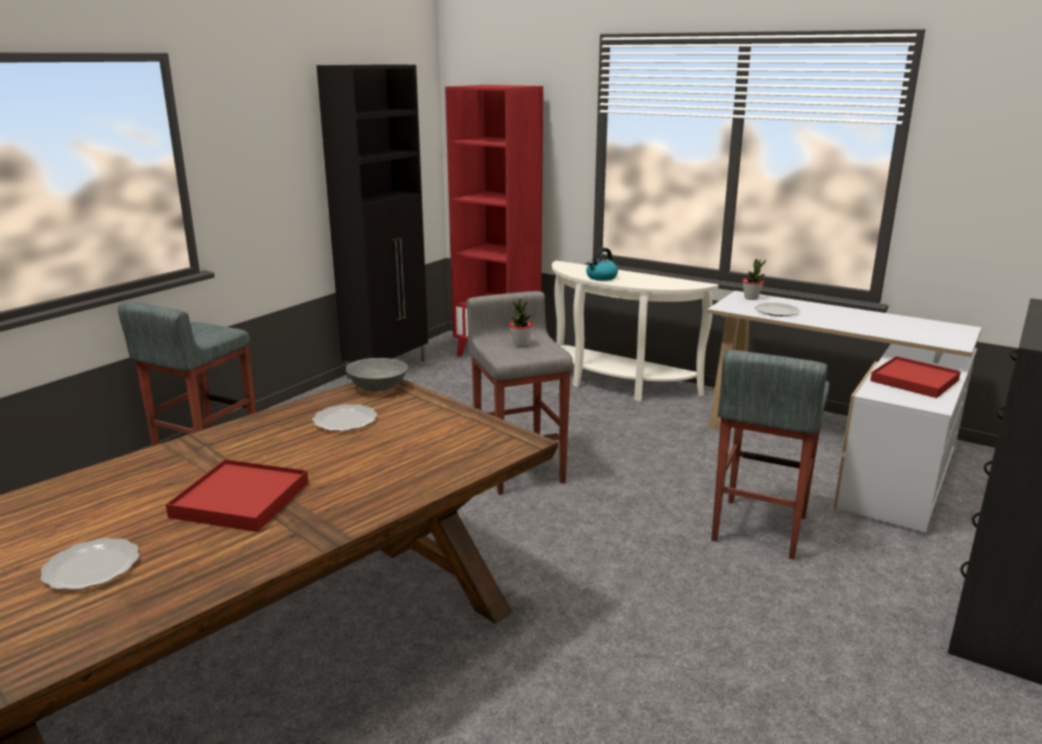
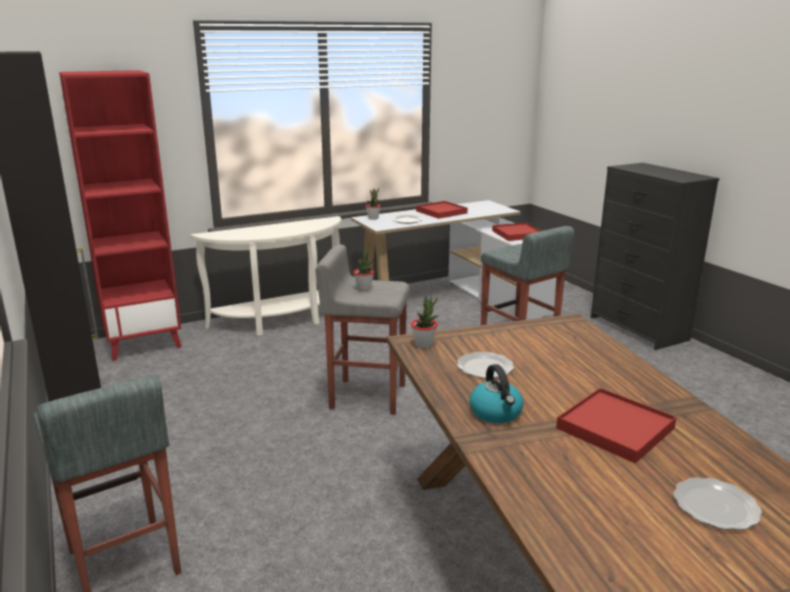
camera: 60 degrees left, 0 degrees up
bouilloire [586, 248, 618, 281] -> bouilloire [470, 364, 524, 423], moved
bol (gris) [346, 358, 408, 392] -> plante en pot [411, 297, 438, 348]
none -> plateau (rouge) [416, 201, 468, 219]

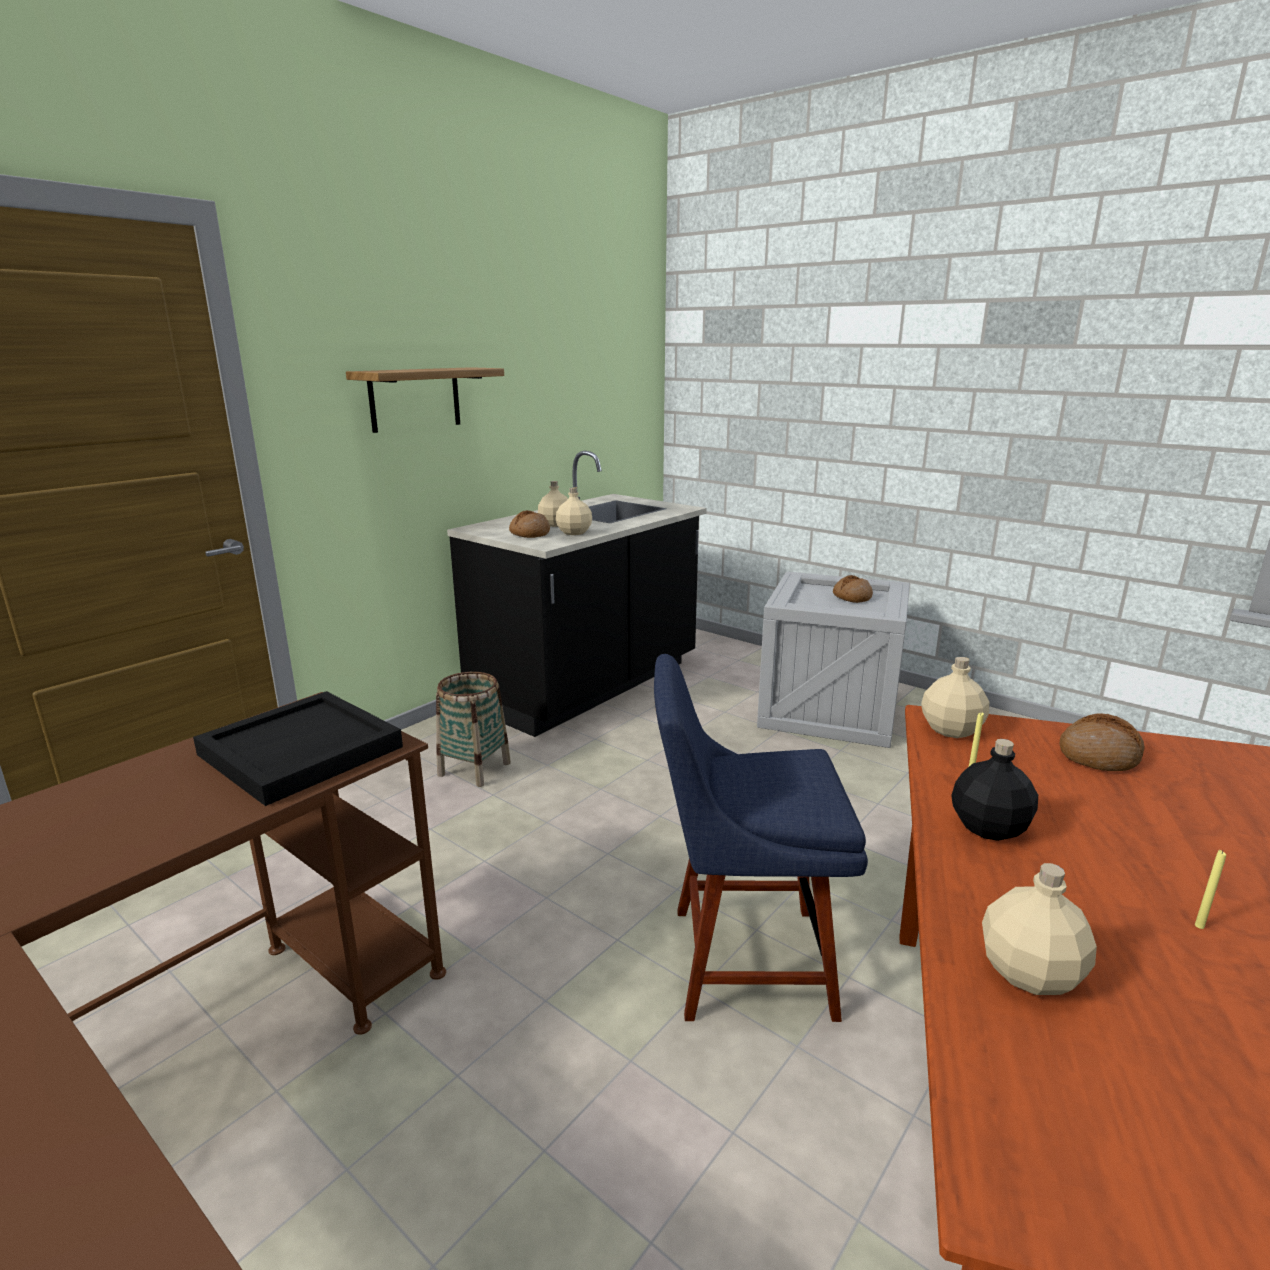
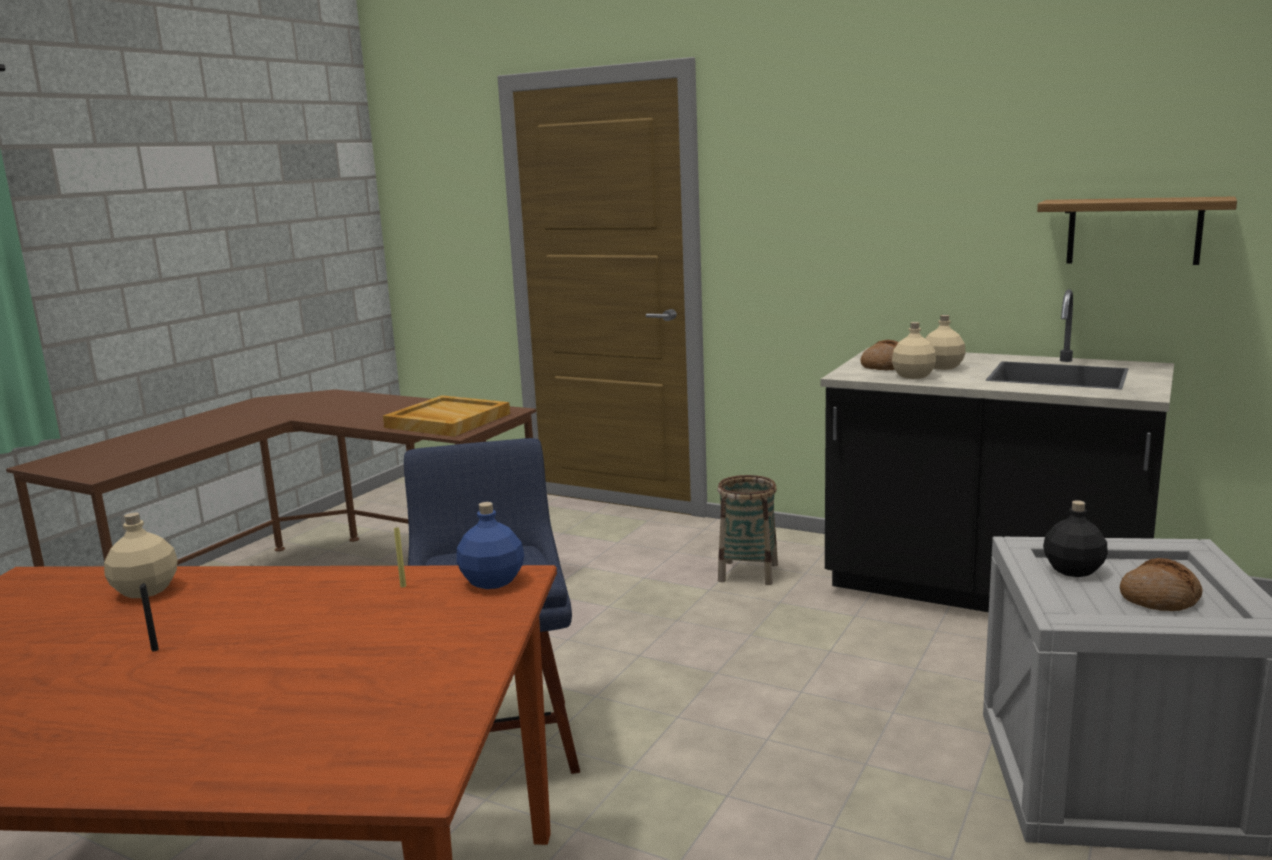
camera: 80 degrees right, 5 degrees down
étagère [346, 367, 504, 433] -> étagère [1037, 196, 1237, 265], moved
bouteille (beige) [921, 657, 989, 738] -> bouteille (bleu) [456, 502, 524, 589]
plateau (noir) [193, 691, 403, 806] -> plateau (beige) [383, 395, 510, 437]
pain [1059, 713, 1145, 771] -> none
bouteille (noir) [951, 739, 1038, 841] -> bouteille (noir) [1043, 500, 1108, 577], moved
bougie (jaune) [1195, 850, 1226, 929] -> bougie (noir) [140, 583, 159, 651]

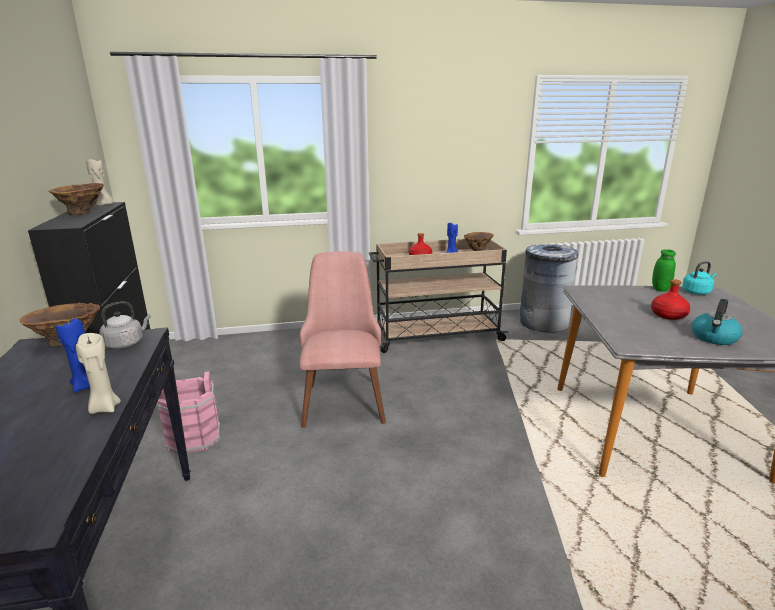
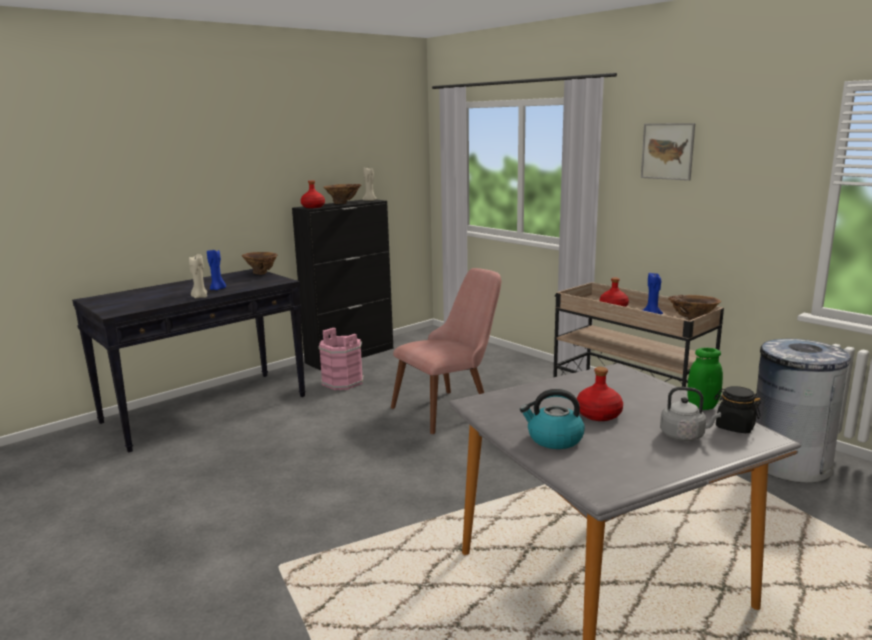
camera: 60 degrees right, 5 degrees down
bouilloire (turquoise) [682, 261, 717, 295] -> bocal (noir) [714, 386, 761, 433]
bouilloire (gris) [99, 301, 151, 349] -> bouilloire (gris) [660, 387, 721, 441], moved
none -> tableau [641, 123, 695, 181]
none -> bouteille (rouge) [301, 181, 325, 208]

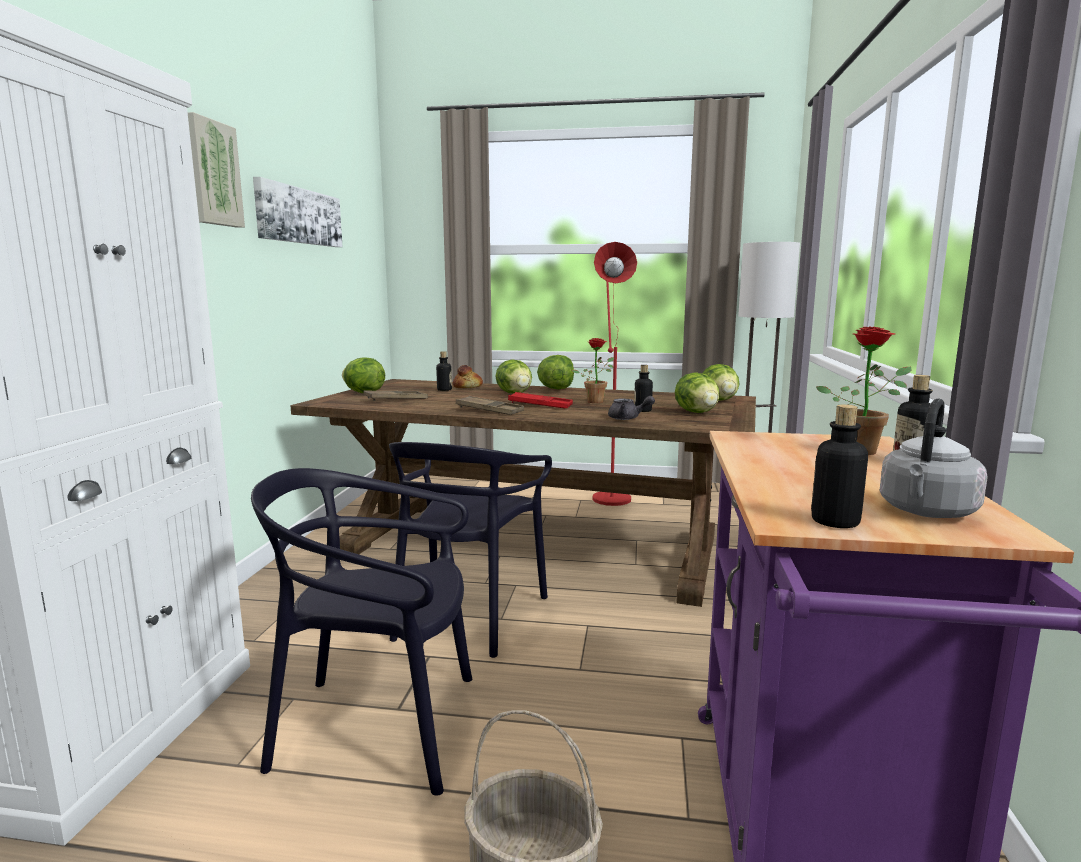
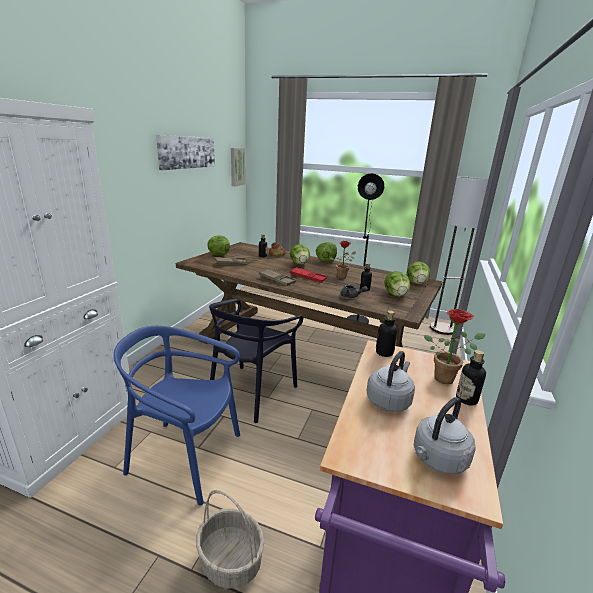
camera: 10 degrees right, 10 degrees up
tableau [188, 112, 245, 227] -> tableau [231, 148, 246, 186], moved
lampadaire (rouge) [592, 242, 637, 506] -> lampadaire (noir) [347, 173, 384, 324]
bouteille [811, 405, 868, 528] -> bouteille [376, 310, 398, 357], moved
chaise (noir) [251, 468, 472, 796] -> chaise (bleu) [114, 326, 240, 506]
none -> bouilloire (gris) [367, 351, 415, 412]

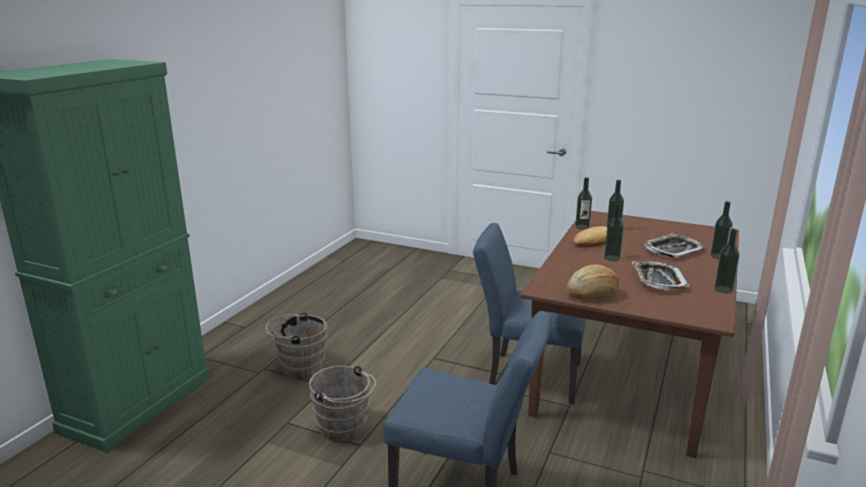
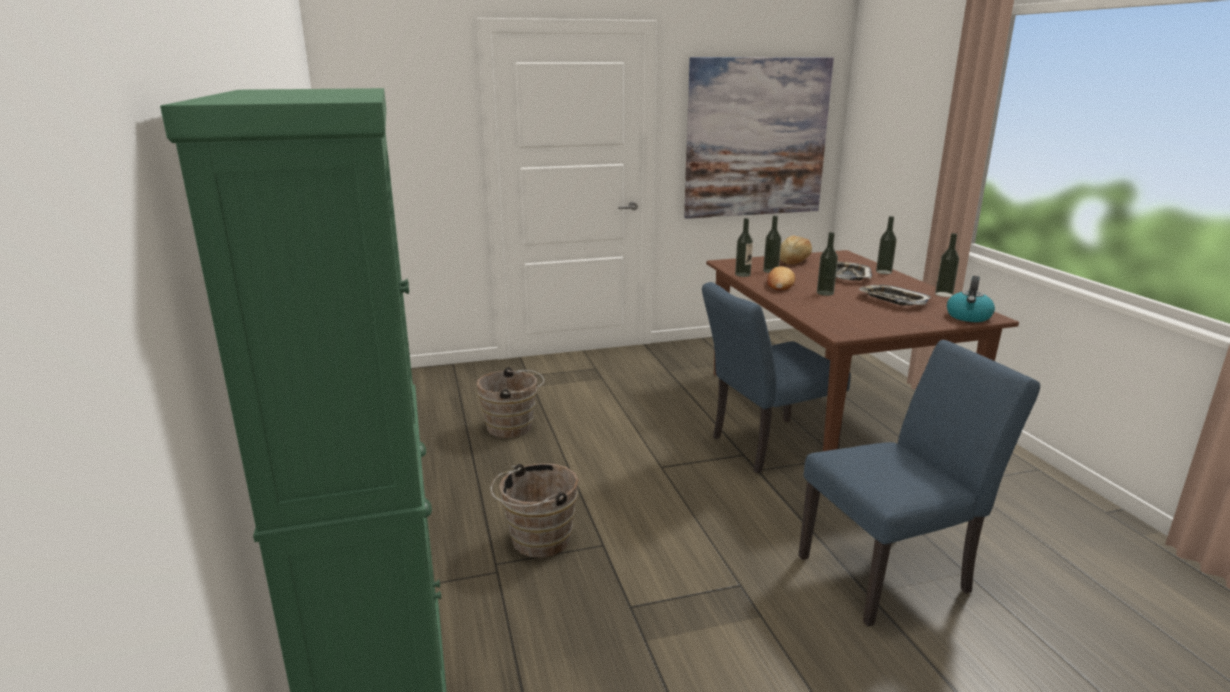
camera: 40 degrees left, 0 degrees up
pain [566, 265, 619, 300] -> pain [780, 236, 812, 264], moved
seau (marron) [309, 365, 376, 442] -> seau (marron) [477, 367, 544, 438], moved
none -> tableau [684, 57, 834, 219]
none -> bouilloire [947, 276, 995, 322]

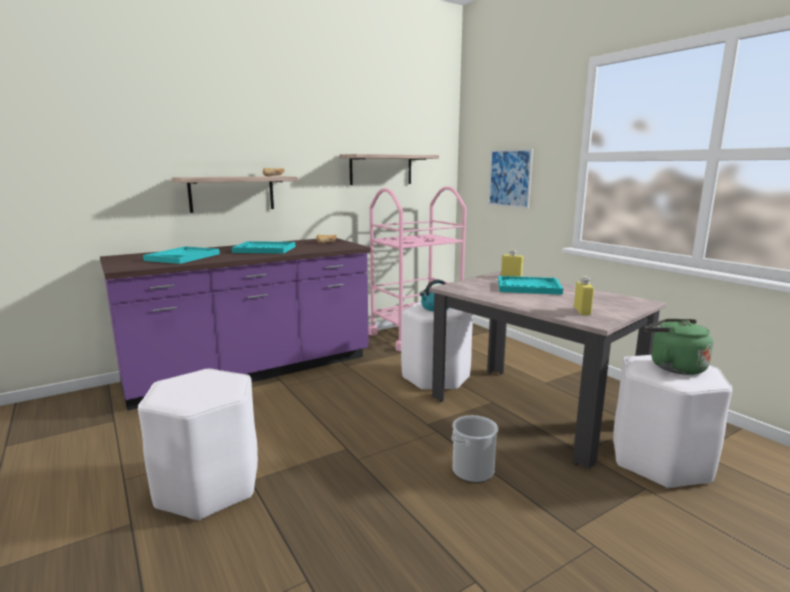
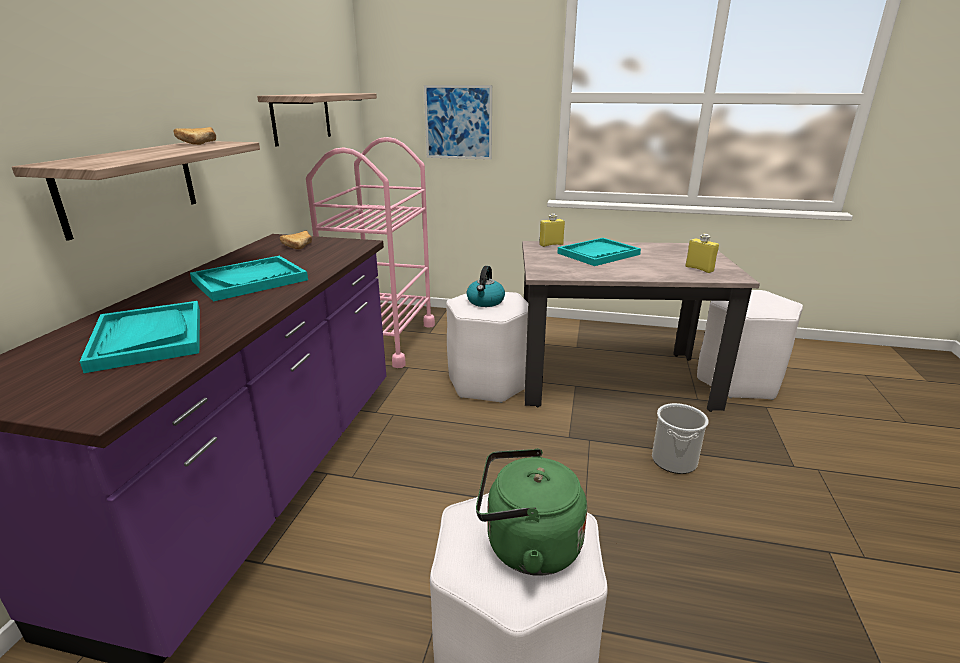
camera: 45 degrees left, 10 degrees up
bouilloire (vert) [645, 319, 713, 375] -> bouilloire (vert) [476, 449, 587, 576], moved

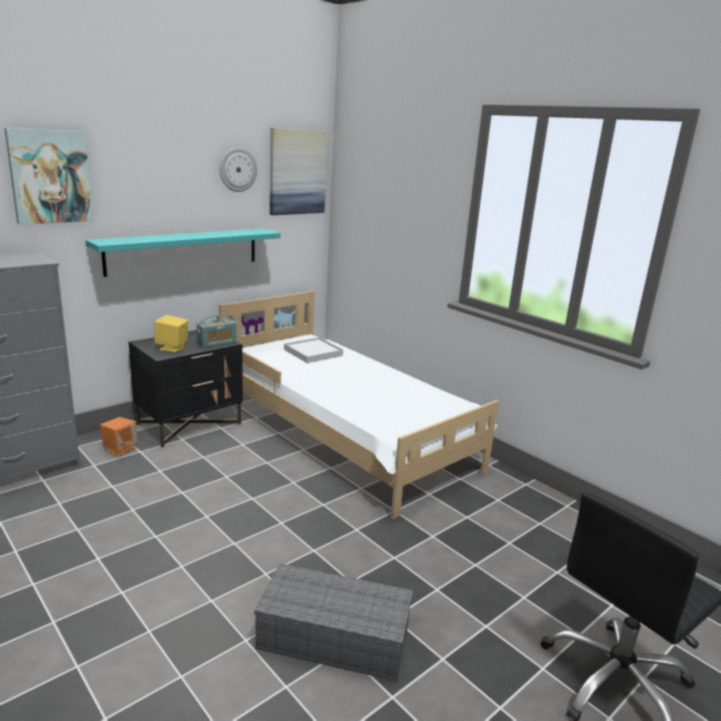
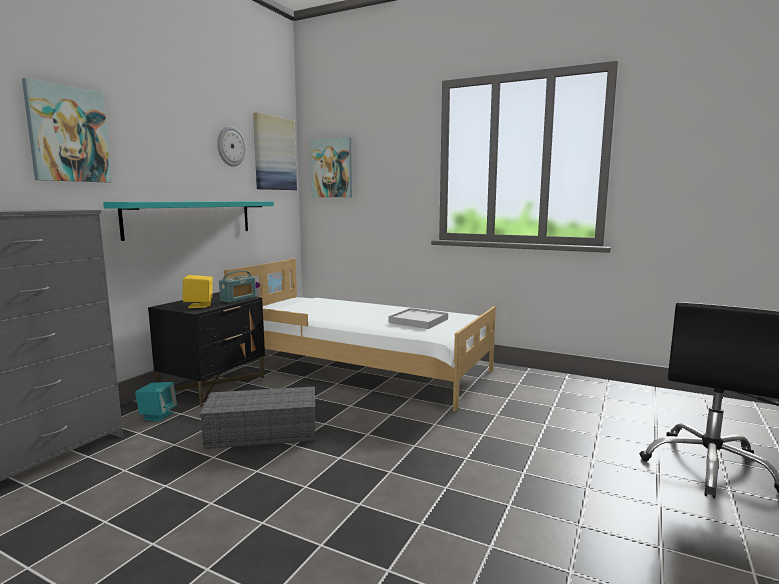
camera: 20 degrees left, 10 degrees down
plateau (blanc) [284, 337, 343, 363] -> plateau (blanc) [388, 308, 448, 329], moved
enceinte (orange) [100, 417, 138, 456] -> enceinte (turquoise) [135, 382, 177, 422]
boîte de rangement (gris) [254, 563, 413, 681] -> boîte de rangement (gris) [200, 386, 315, 449], moved
none -> tableau [310, 137, 352, 197]

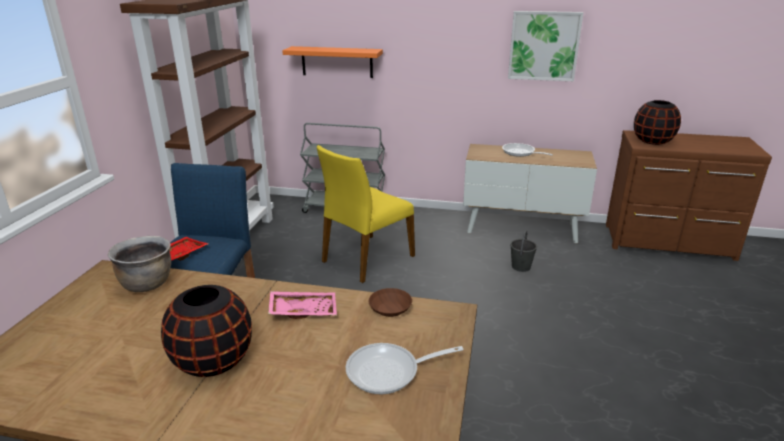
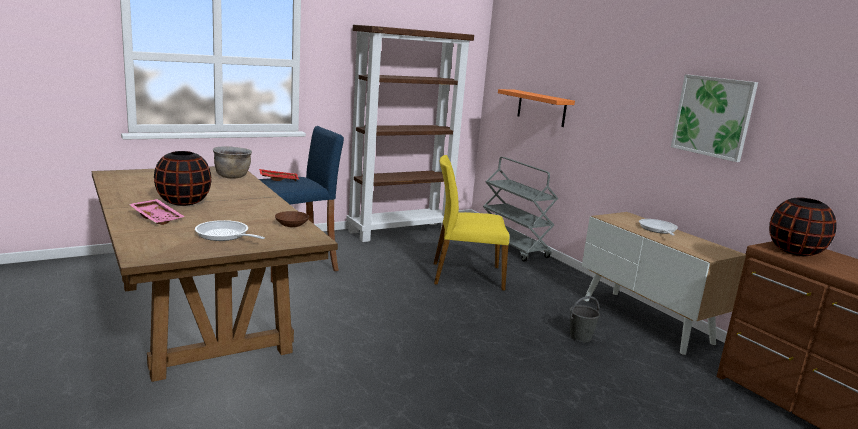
camera: 45 degrees right, 10 degrees down
plateau (rose) [268, 291, 337, 319] -> plateau (rose) [129, 199, 185, 225], moved

